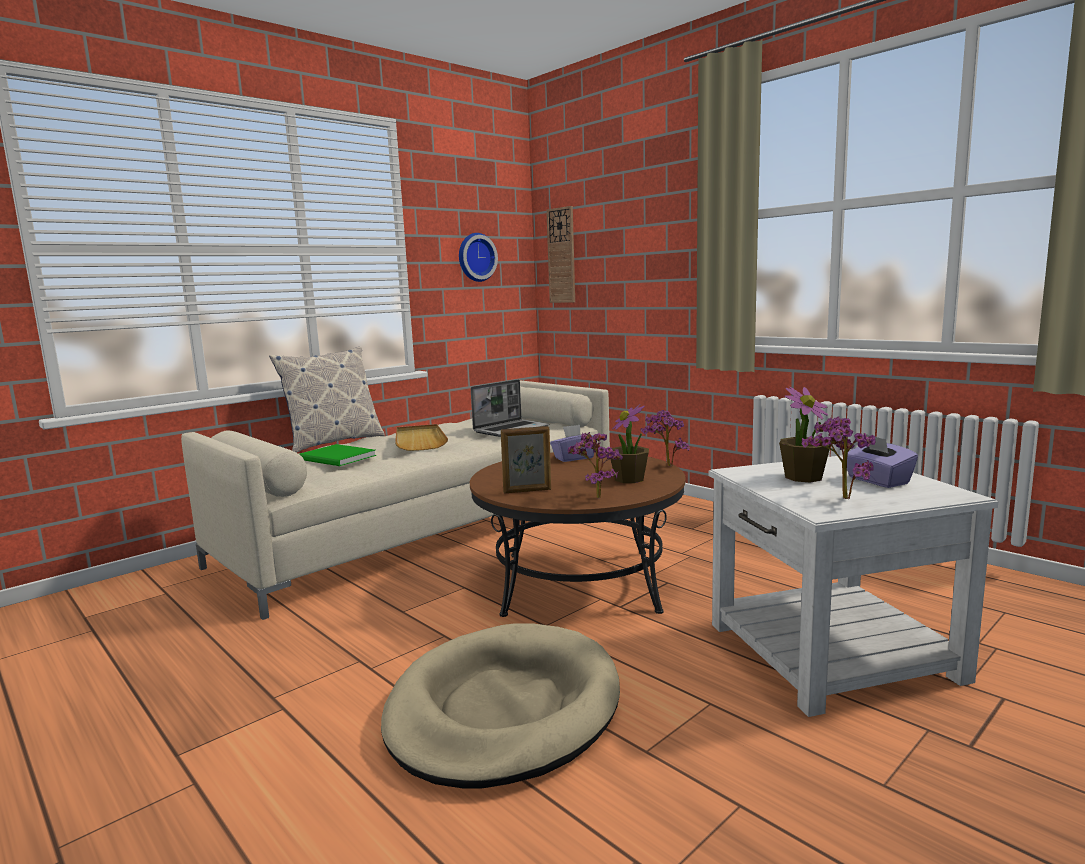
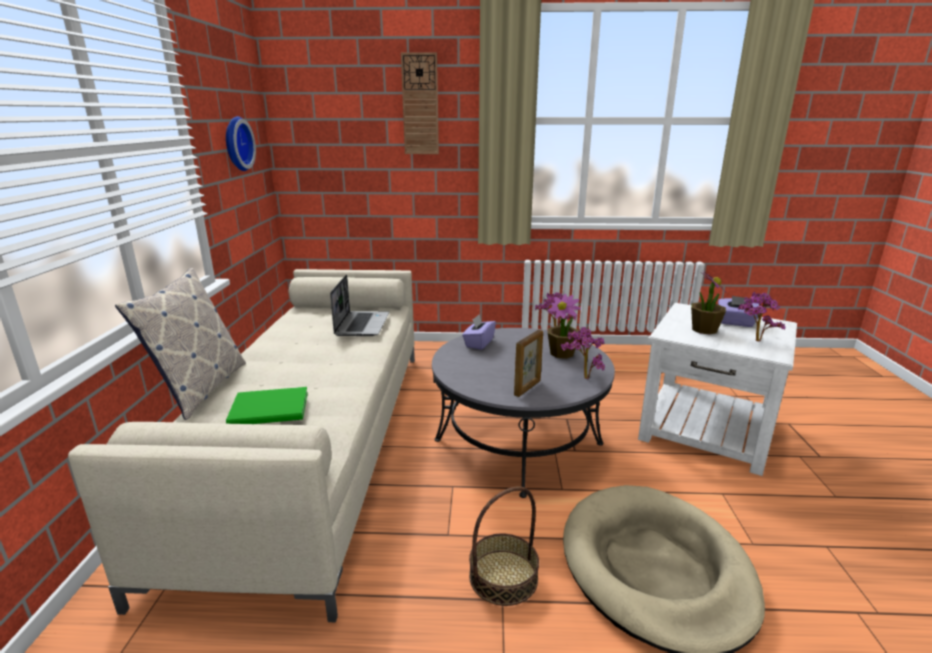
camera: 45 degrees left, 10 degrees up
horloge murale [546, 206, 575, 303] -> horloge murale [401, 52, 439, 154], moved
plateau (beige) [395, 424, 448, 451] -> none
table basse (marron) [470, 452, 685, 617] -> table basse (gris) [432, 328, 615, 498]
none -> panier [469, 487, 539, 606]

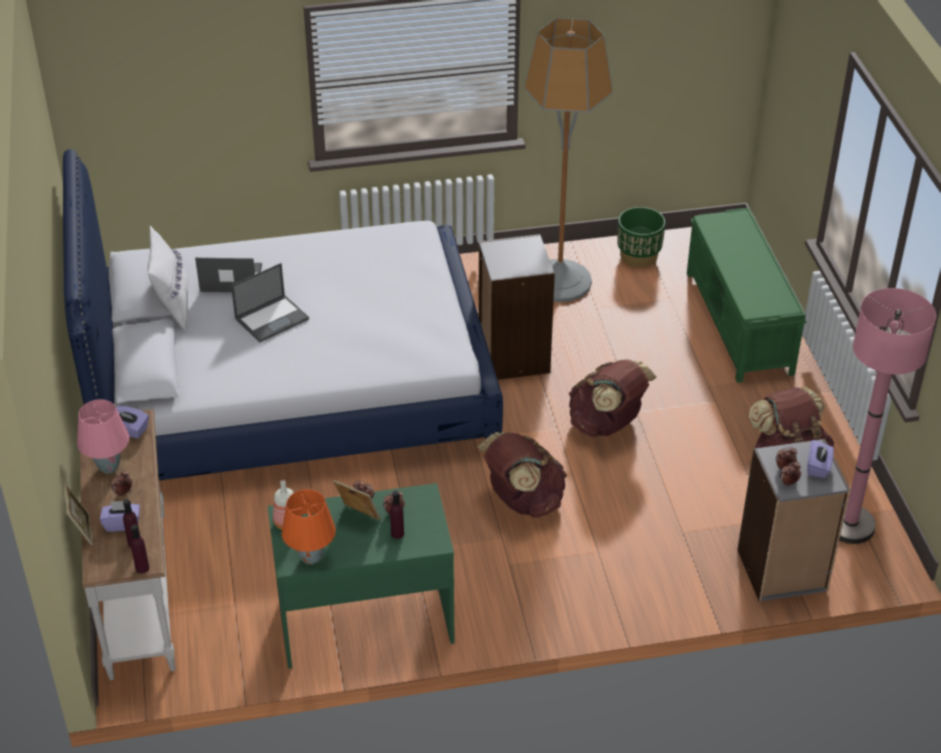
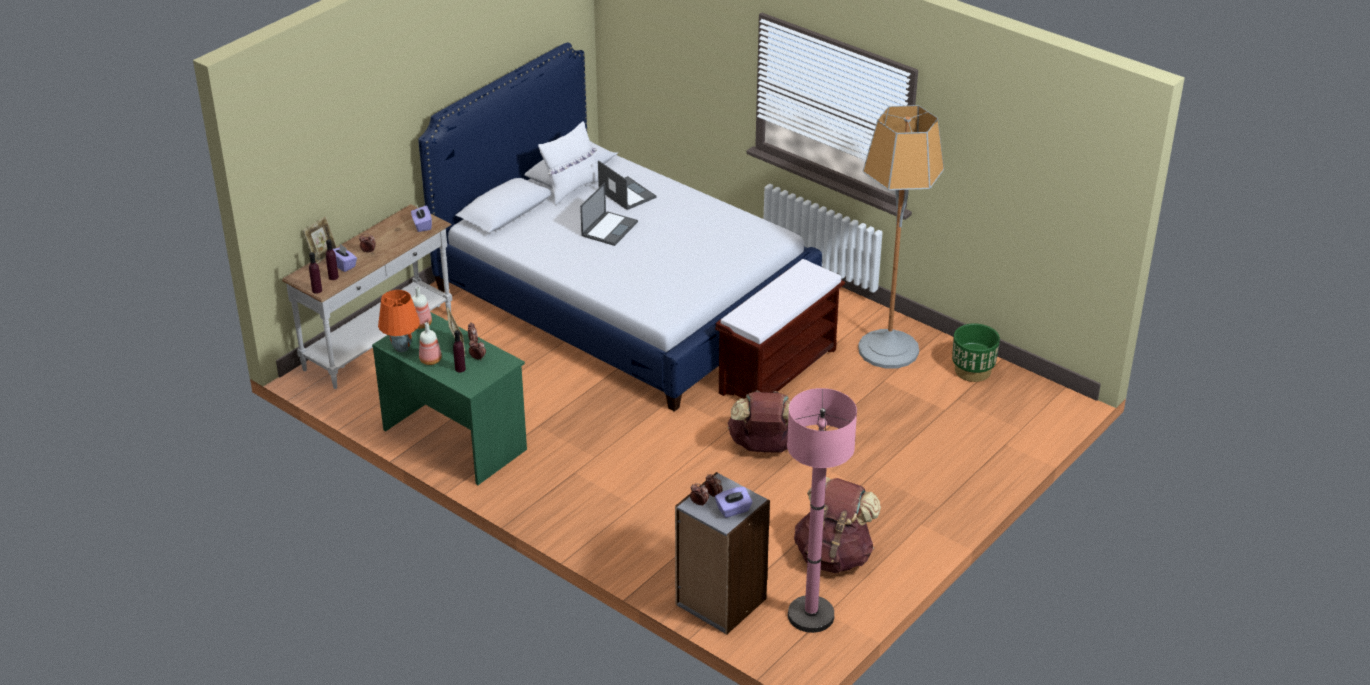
camera: 50 degrees right, 5 degrees down
banc (vert) [687, 208, 807, 383] -> none
bibliothèque (gris) [478, 234, 555, 380] -> banc (marron) [715, 259, 845, 399]
ordinateur portable [231, 263, 309, 343] -> ordinateur portable [580, 183, 638, 246], 75 degrees counterclockwise
lampe de table (rose) [77, 399, 130, 473] -> none
sac à dos (marron) [477, 432, 567, 517] -> none
none -> bouteille [419, 322, 442, 365]

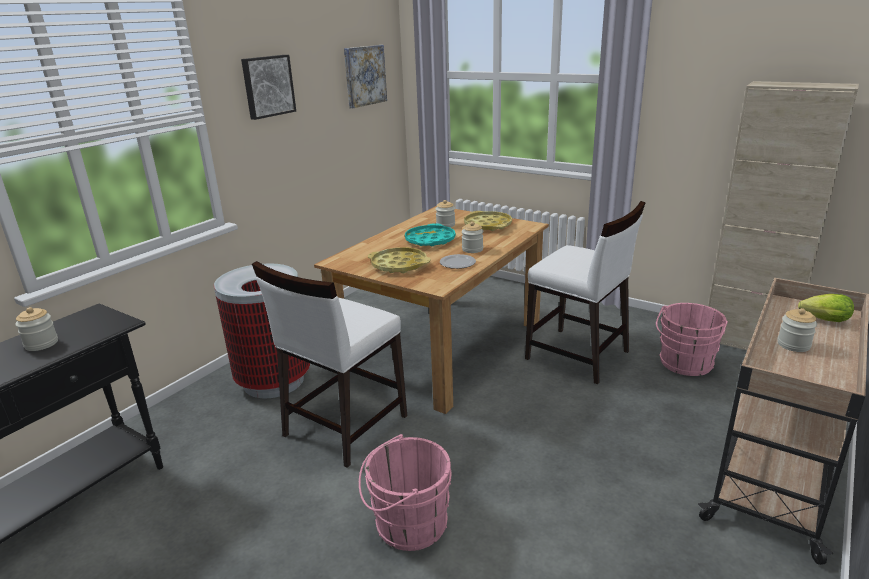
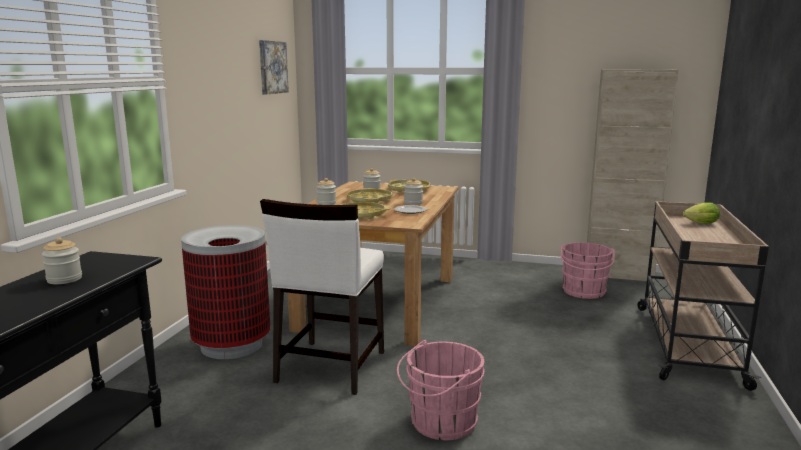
camera: 20 degrees left, 10 degrees down
tableau [241, 55, 296, 120] -> none
chaise (blanc) [525, 201, 646, 384] -> none
plateau (turquoise) [405, 223, 456, 246] -> plateau (jaune) [347, 188, 393, 203]
bocal [778, 308, 817, 352] -> bocal [317, 178, 336, 205], moved

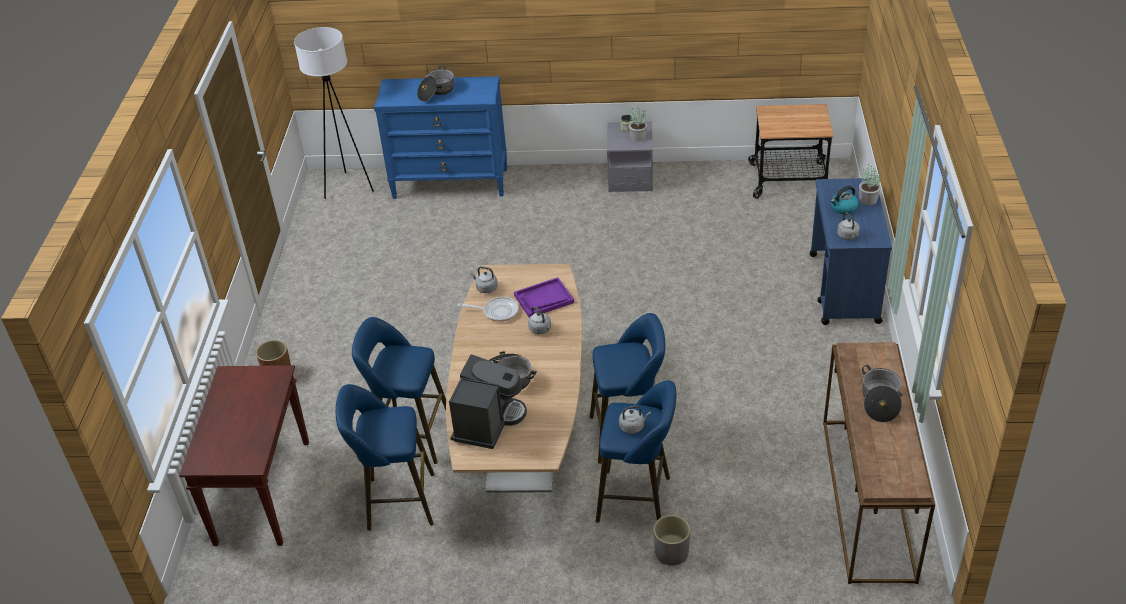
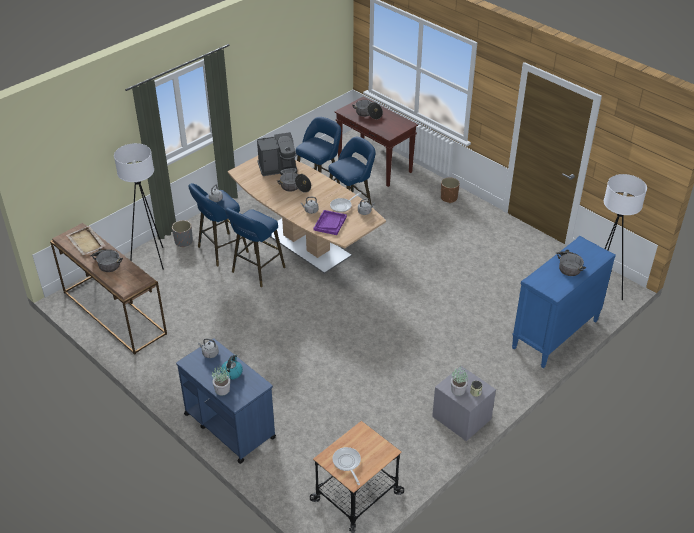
camera: 130 degrees right, 0 degrees up
machine à café [449, 354, 527, 449] -> machine à café [257, 132, 297, 176], 75 degrees counterclockwise
none -> marmite [352, 100, 383, 119]
none -> lampadaire (blanc) [114, 143, 164, 270]
none -> plateau (beige) [66, 226, 106, 255]
none -> poêle [333, 447, 361, 485]

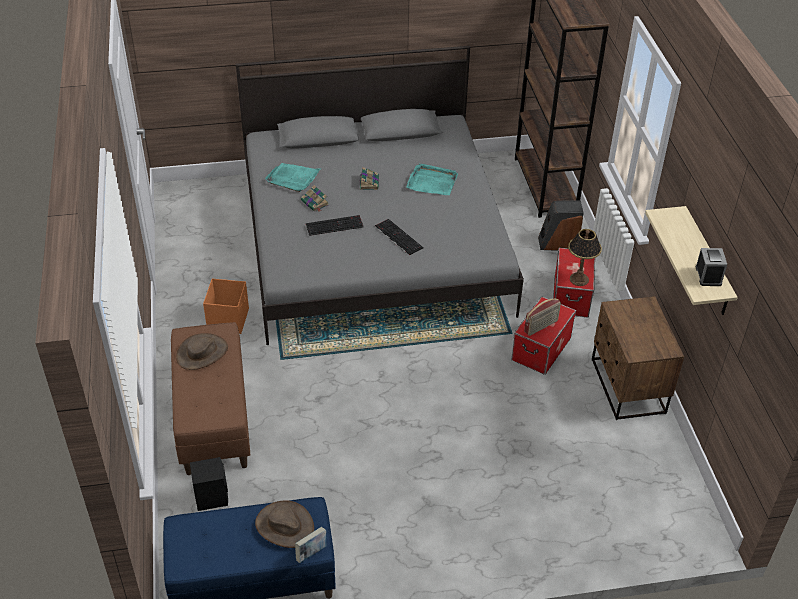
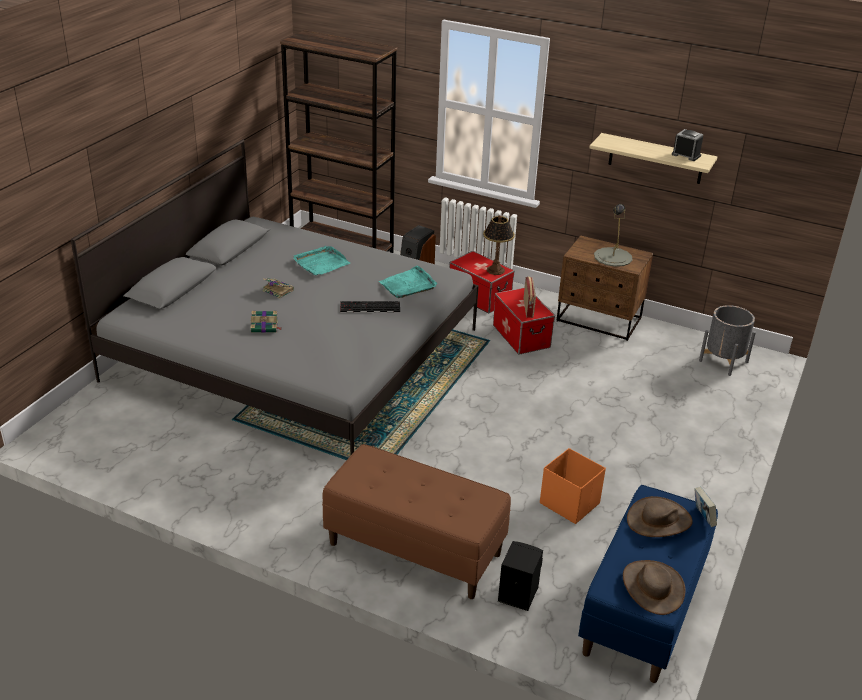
camera: 55 degrees left, 10 degrees down
plateau (turquoise) [265, 163, 321, 192] -> plateau (turquoise) [379, 266, 437, 298], moved
clavier [306, 215, 364, 236] -> none
boîte de rangement (orange) [203, 279, 249, 334] -> boîte de rangement (orange) [540, 448, 606, 524], moved
chapeau (marron) [176, 333, 228, 370] -> chapeau (marron) [623, 560, 686, 615], moved
none -> lampe de table (gris) [594, 204, 633, 267]
none -> cache-pot (gris) [699, 305, 756, 376]

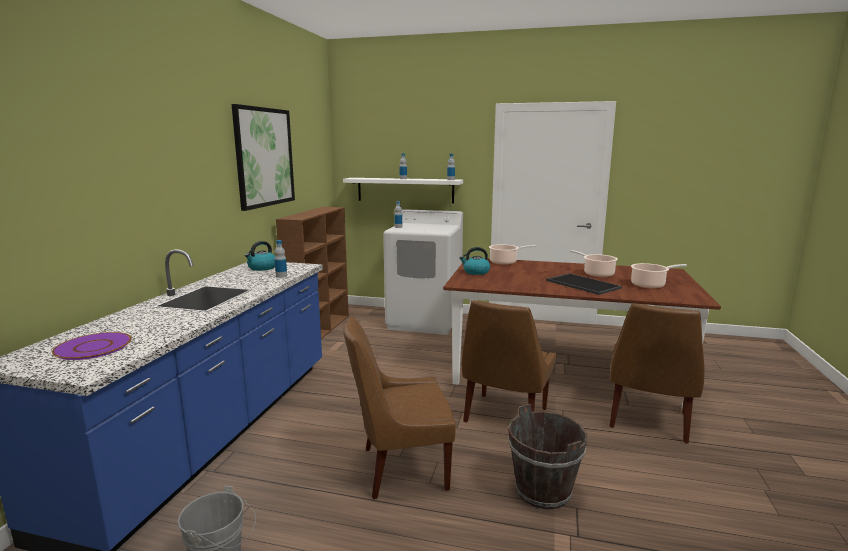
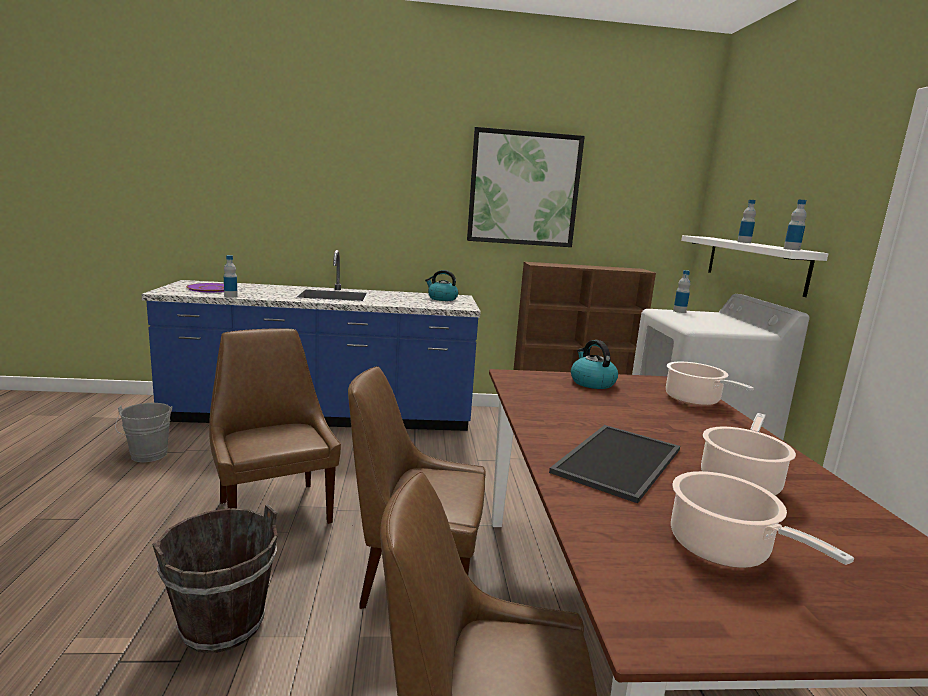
camera: 70 degrees right, 0 degrees up
bouteille [275, 240, 287, 278] -> bouteille [224, 255, 238, 298], moved

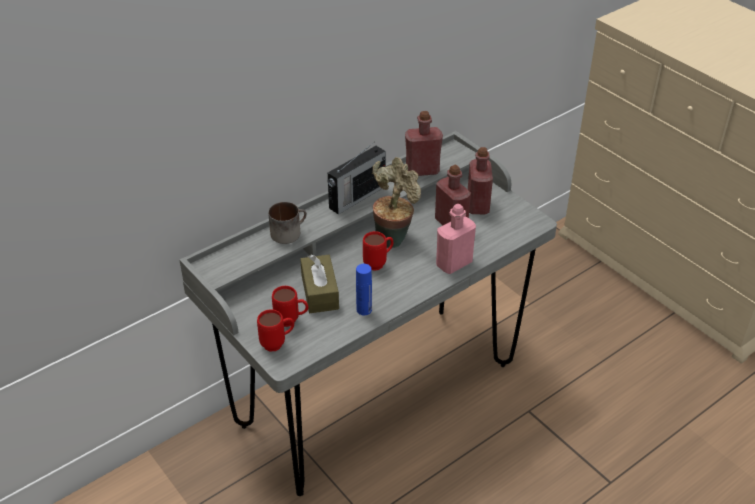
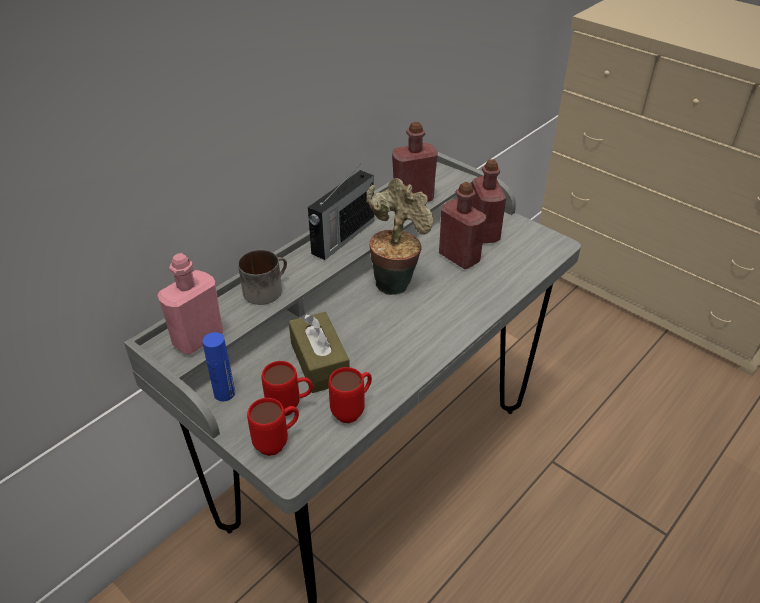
camera: 10 degrees left, 0 degrees up
bouteille (rose) [436, 204, 476, 274] -> bouteille (rose) [158, 253, 223, 354], moved
mug (rouge) [363, 231, 393, 271] -> mug (rouge) [328, 367, 372, 423], moved
bouteille (bleu) [356, 264, 372, 315] -> bouteille (bleu) [203, 332, 235, 401], moved

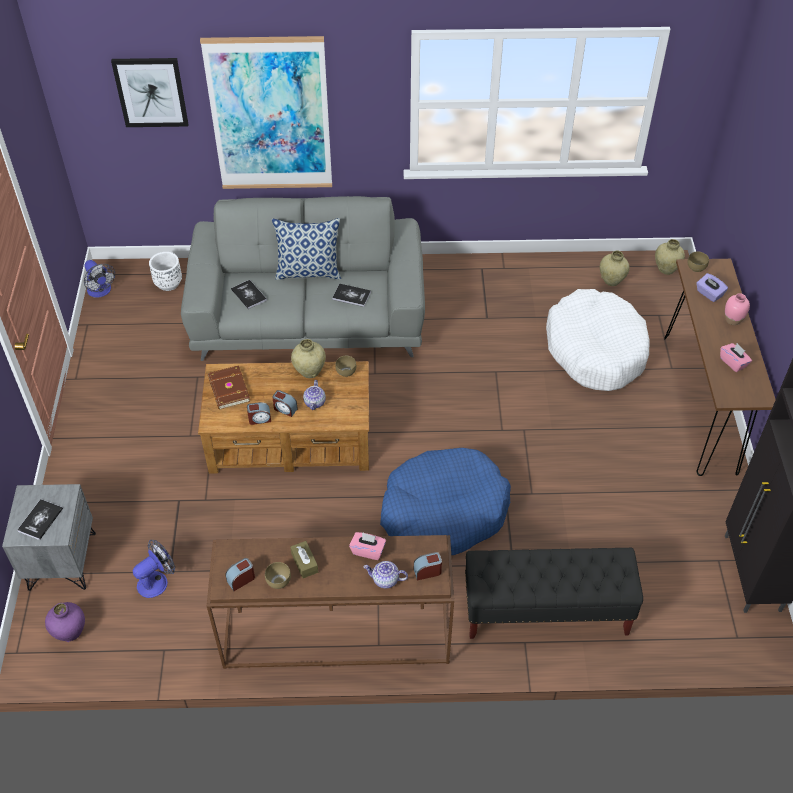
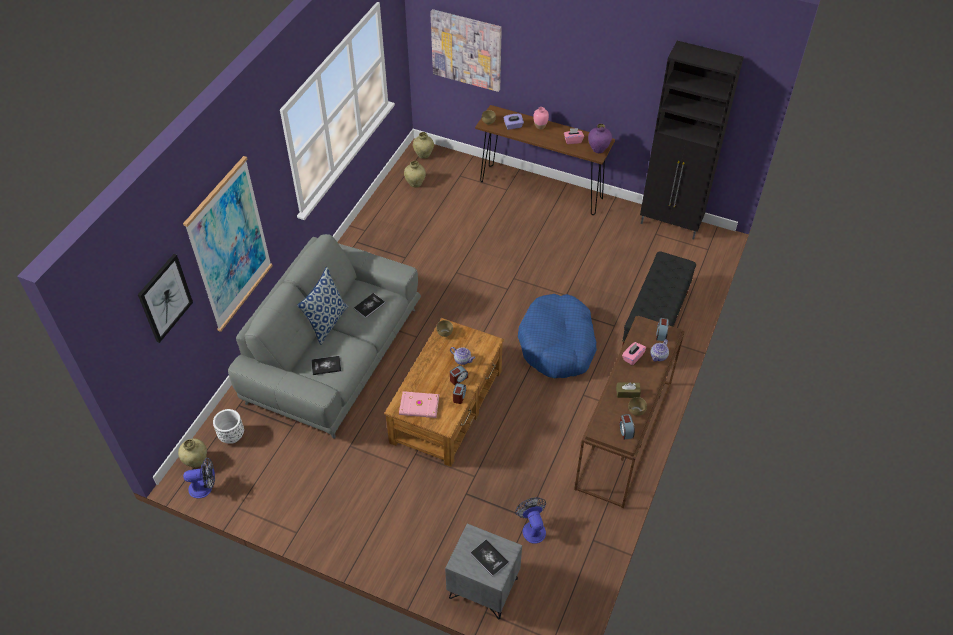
camera: 65 degrees left, 0 degrees up
panier pour chien (blanc) [546, 289, 649, 391] -> none
vase (beige) [291, 339, 326, 378] -> vase (beige) [178, 438, 207, 468], moved
livre (marron) [208, 365, 250, 410] -> livre (rose) [399, 391, 439, 418]
vase (violet) [45, 602, 85, 642] -> vase (violet) [588, 123, 612, 153], moved
none -> tableau [430, 9, 502, 92]

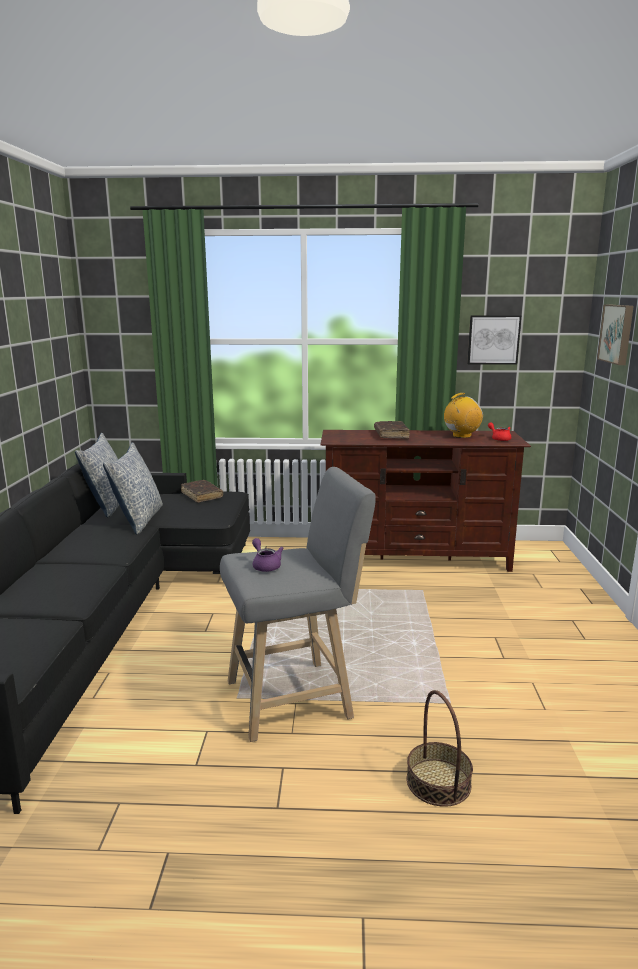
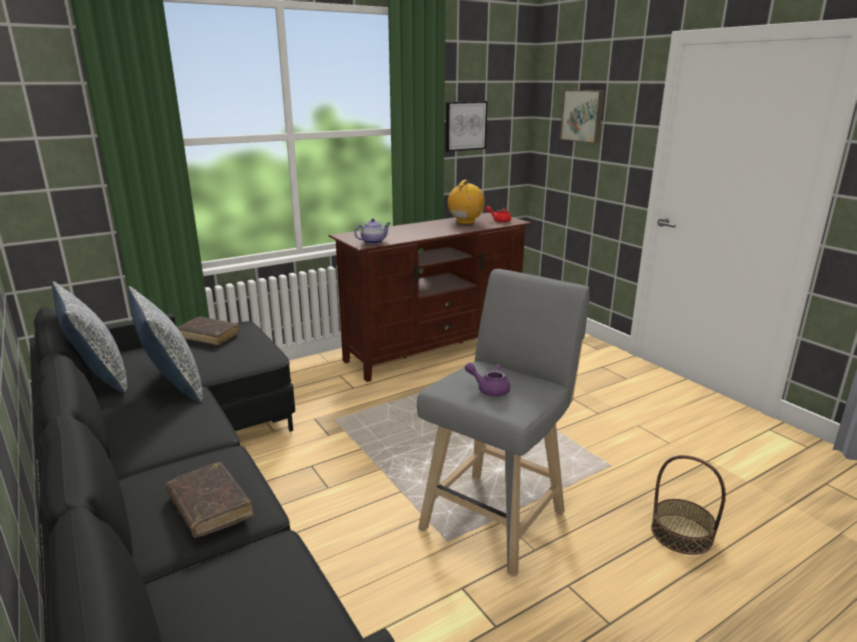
camera: 35 degrees left, 5 degrees up
livre (marron) [374, 421, 410, 439] -> livre (marron) [166, 462, 253, 538], moved
none -> théière [354, 219, 390, 244]

